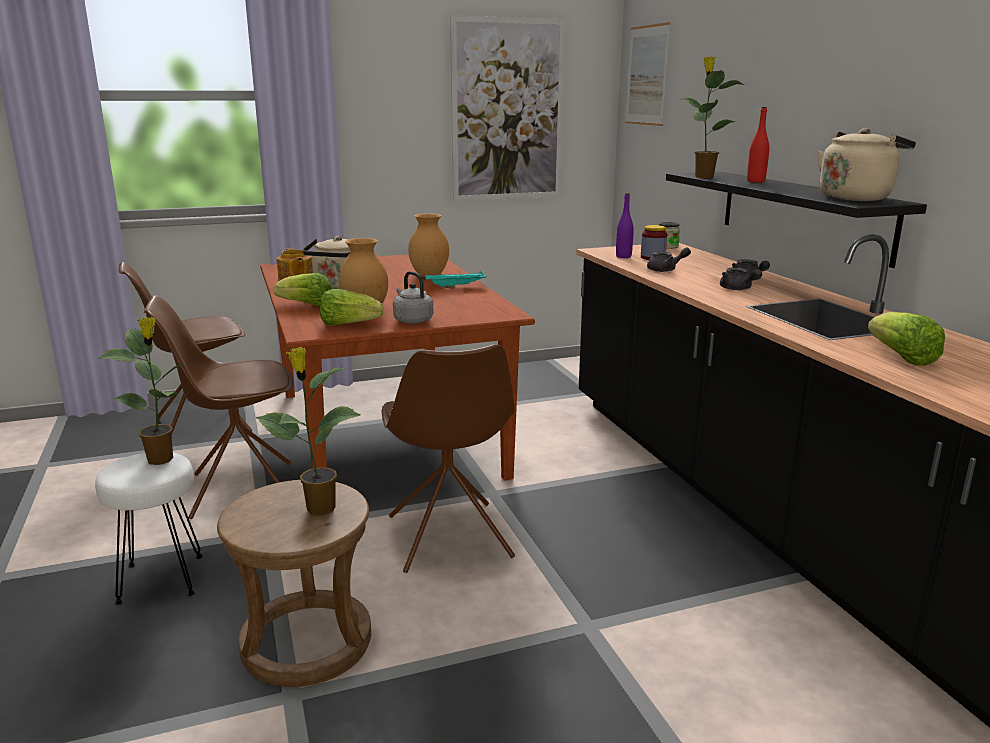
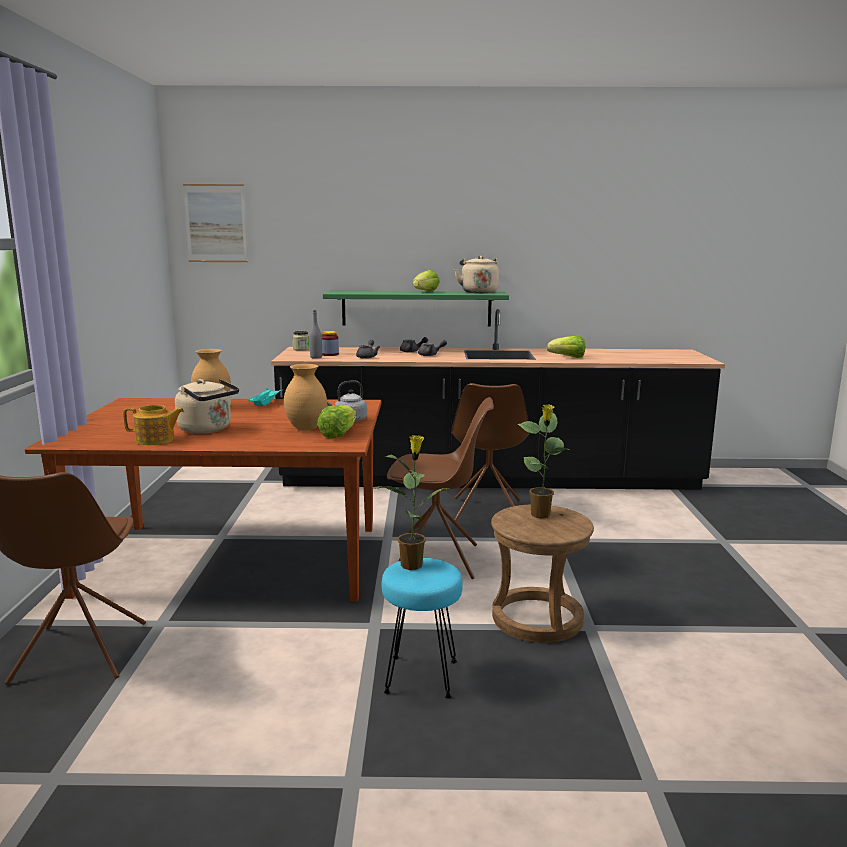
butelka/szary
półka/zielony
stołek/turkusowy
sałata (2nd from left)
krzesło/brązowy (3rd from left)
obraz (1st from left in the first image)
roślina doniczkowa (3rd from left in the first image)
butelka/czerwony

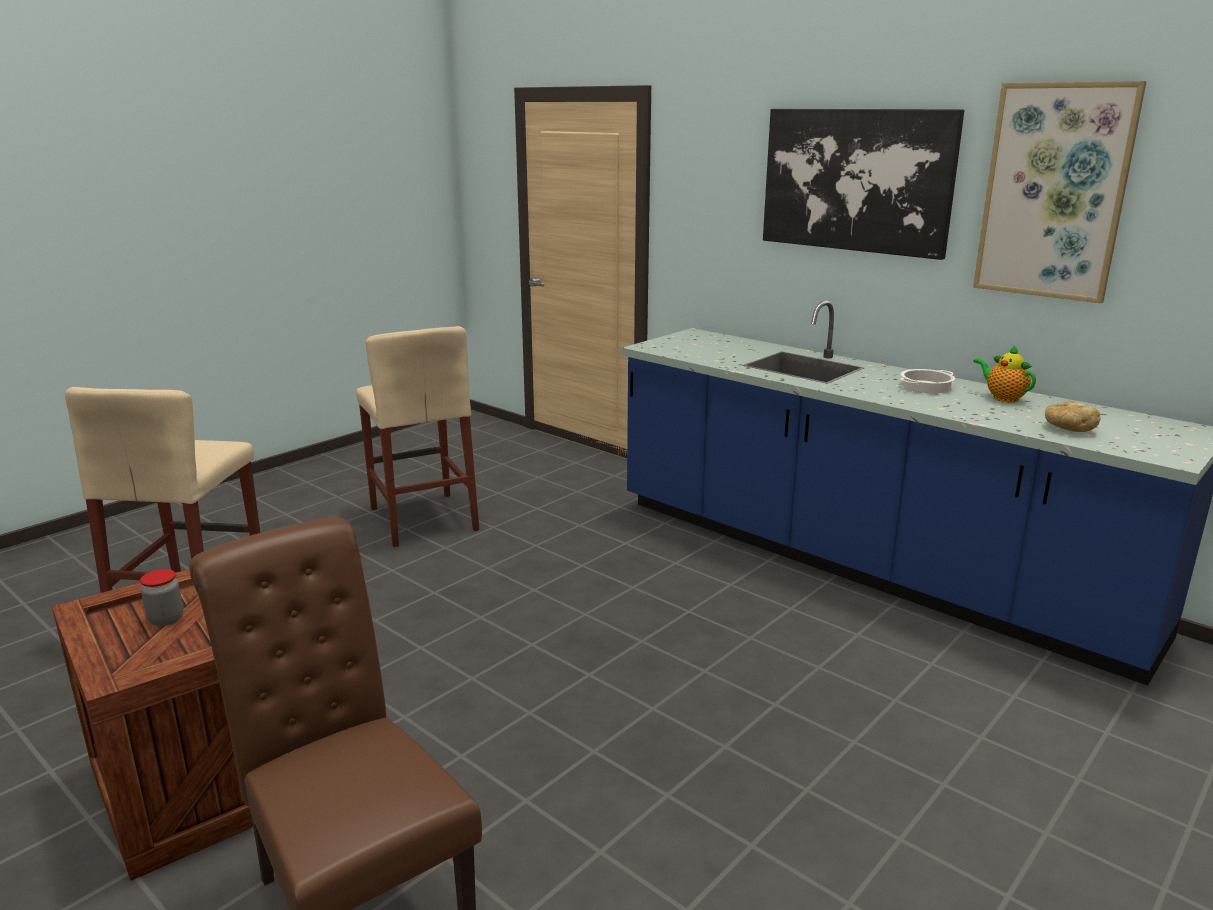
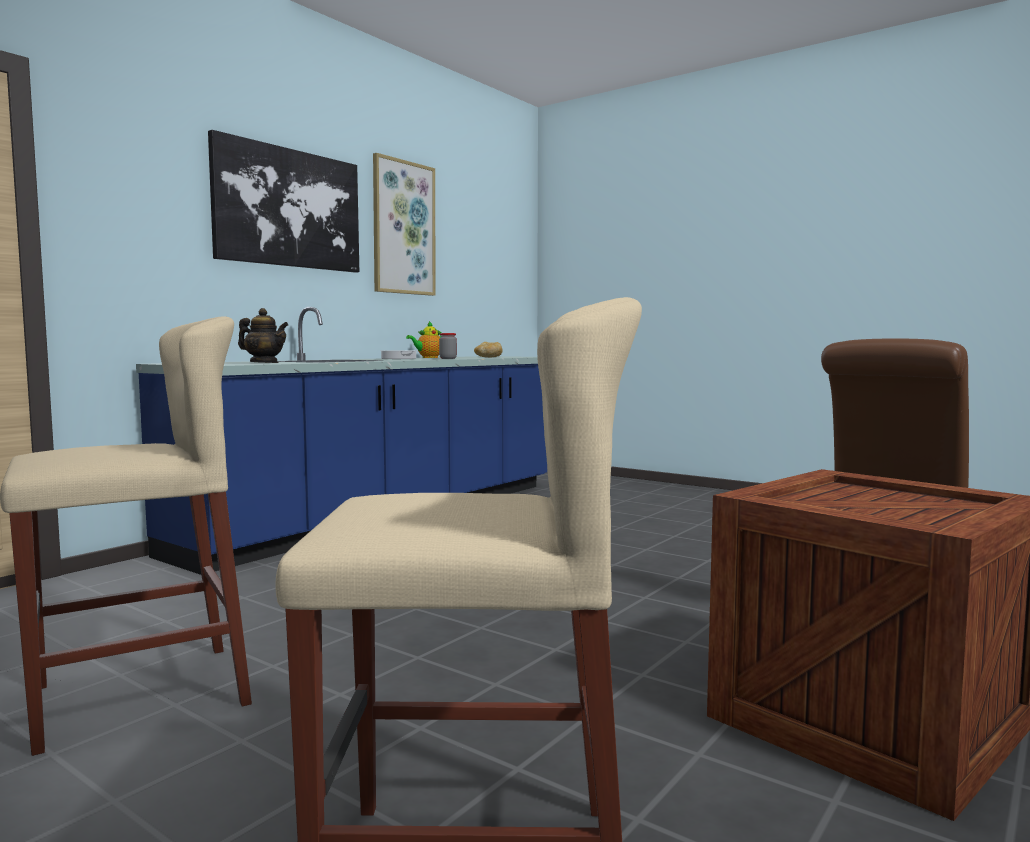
imbryk (1st from left)
słoik

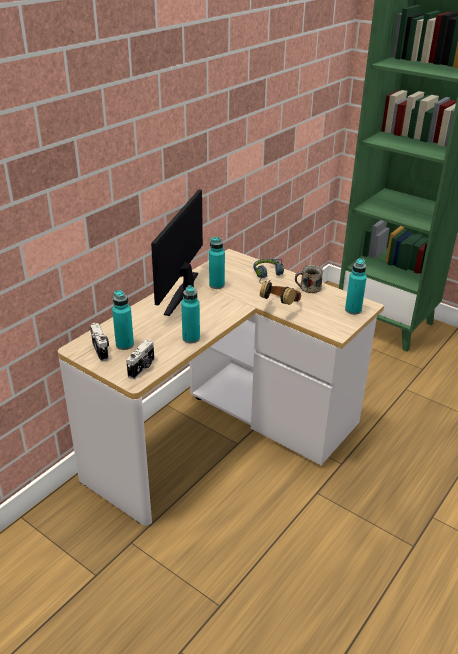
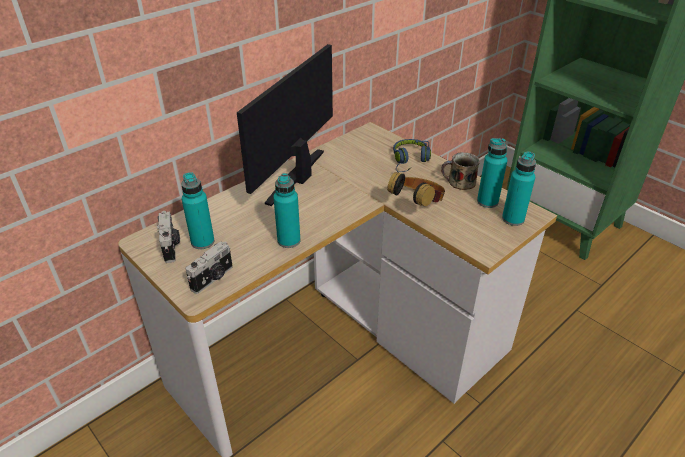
butelka/turkusowy (3rd from left)

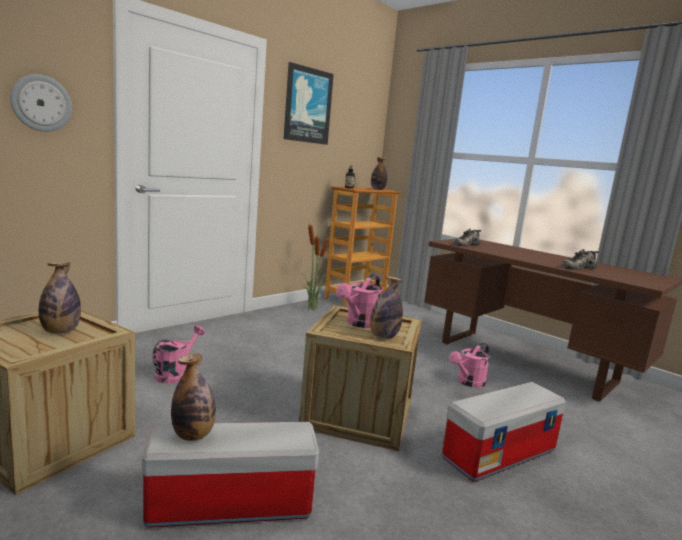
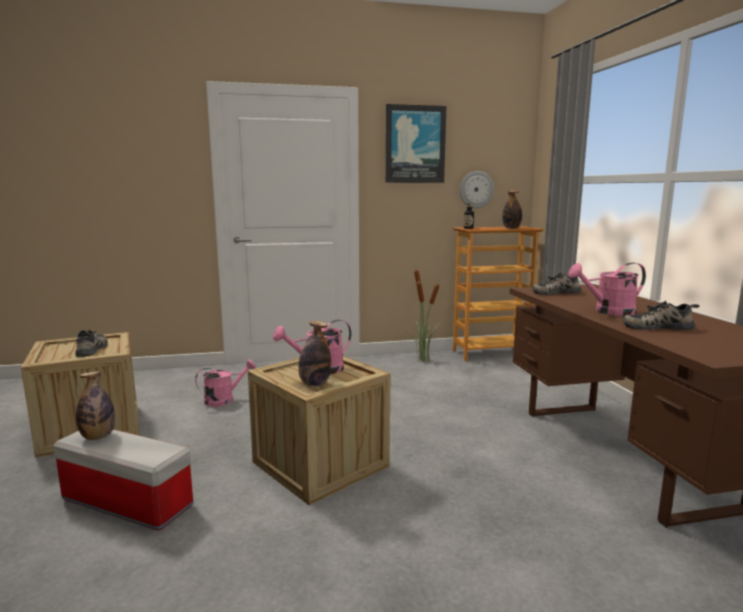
but (1st from left)
zegar ścienny
konewka/różowy (3rd from left)
pojemnik do przechowywania (2nd from left in the first image)

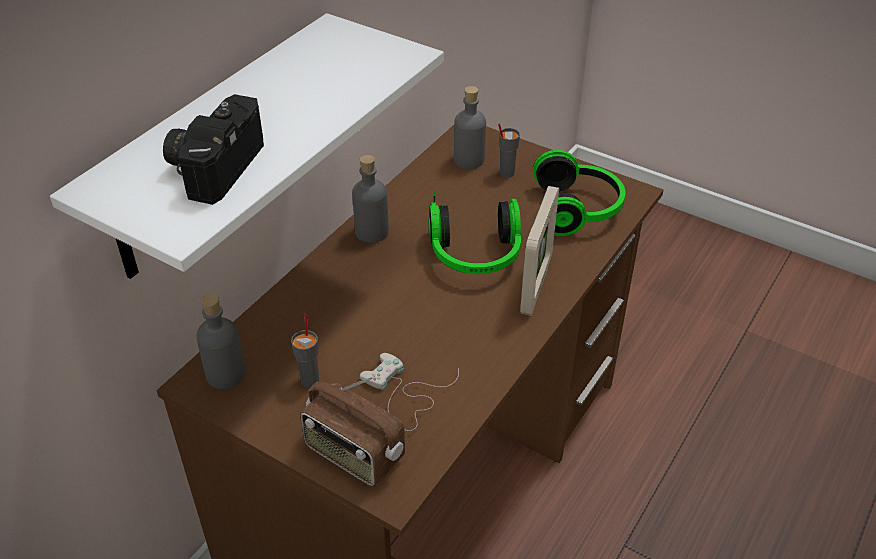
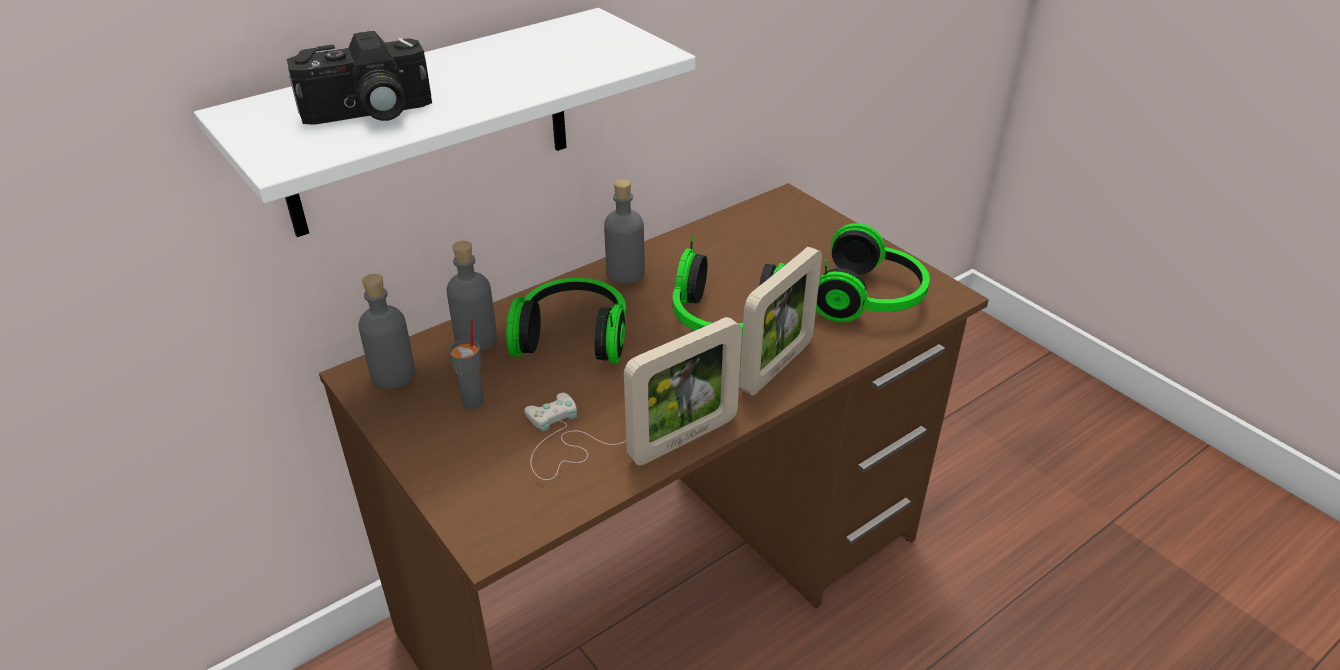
aparat fotograficzny
butelka/szary (2nd from left)
słuchawki (1st from left)
ramka na zdjęcie (1st from left)
radio
filiżanka/szary (2nd from left in the first image)

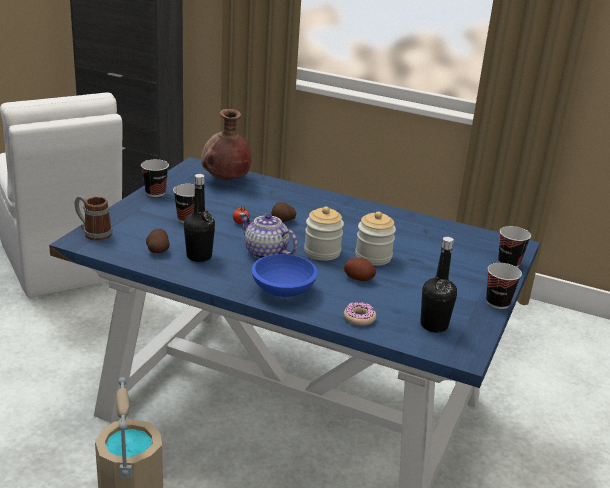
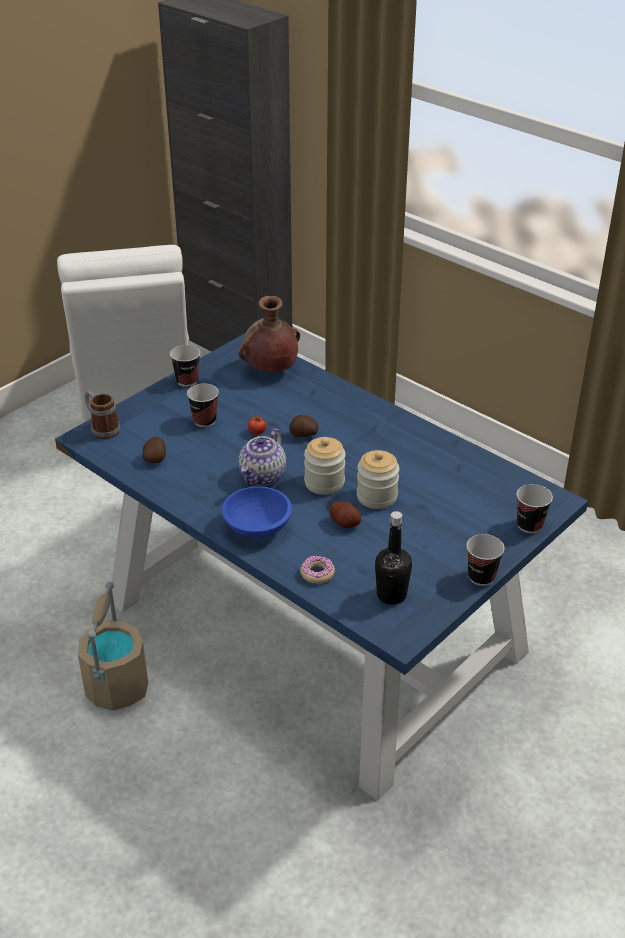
imbryk
butelka/czarny (1st from left in the first image)

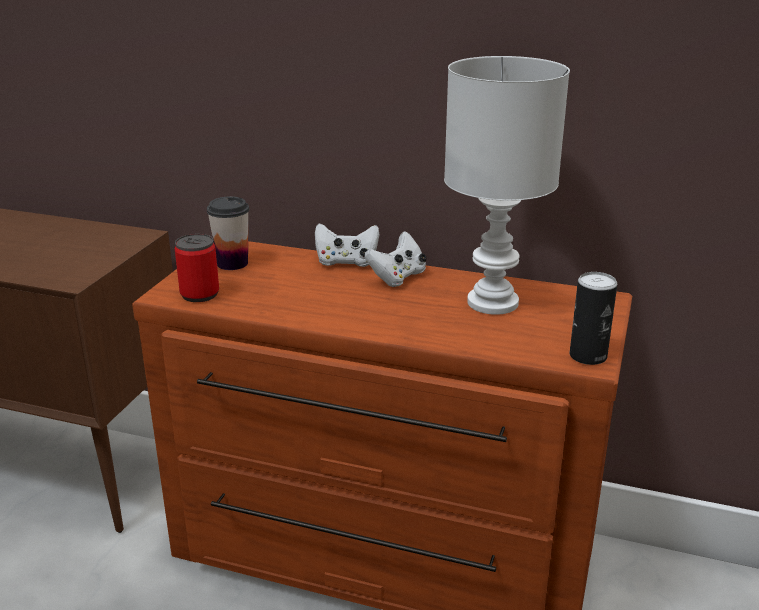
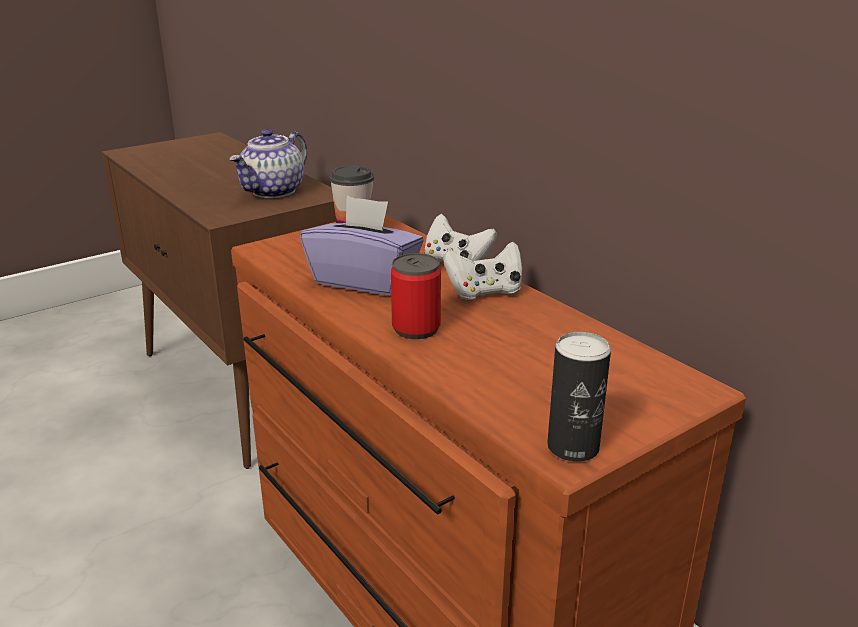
imbryk
pudełko chusteczek/fioletowy
puszka (1st from left)
lampa stołowa/biały

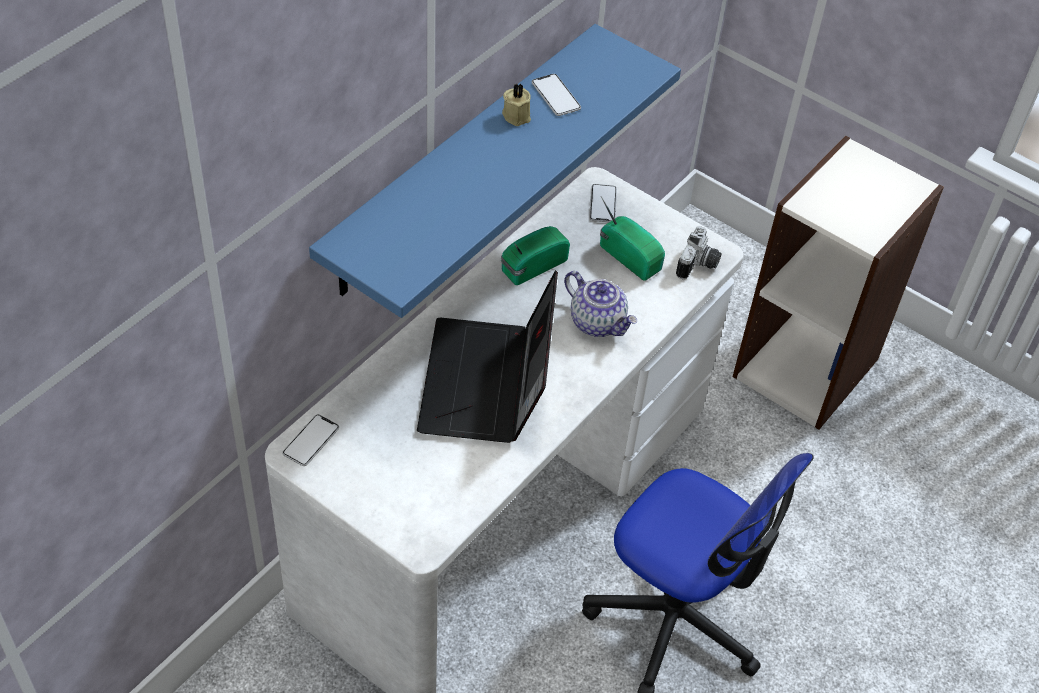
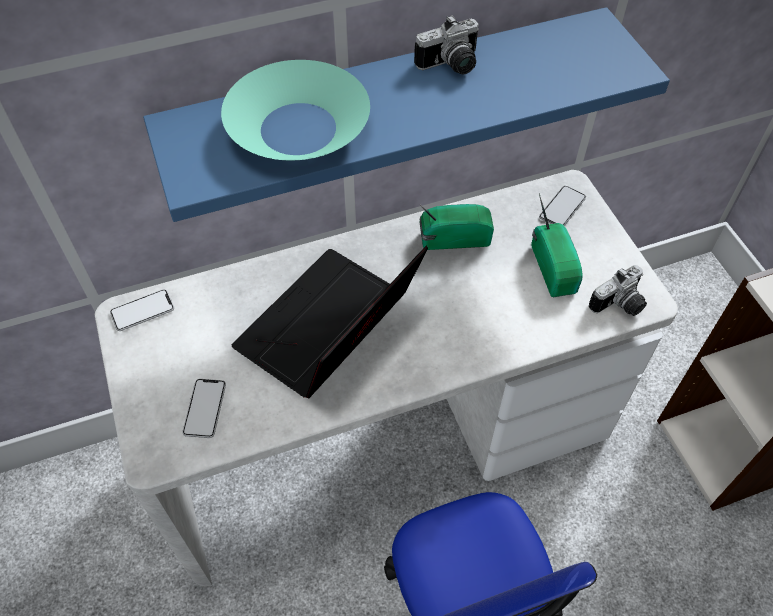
telefon (2nd from left)
miska/turkusowy
aparat fotograficzny (1st from left)
imbryk

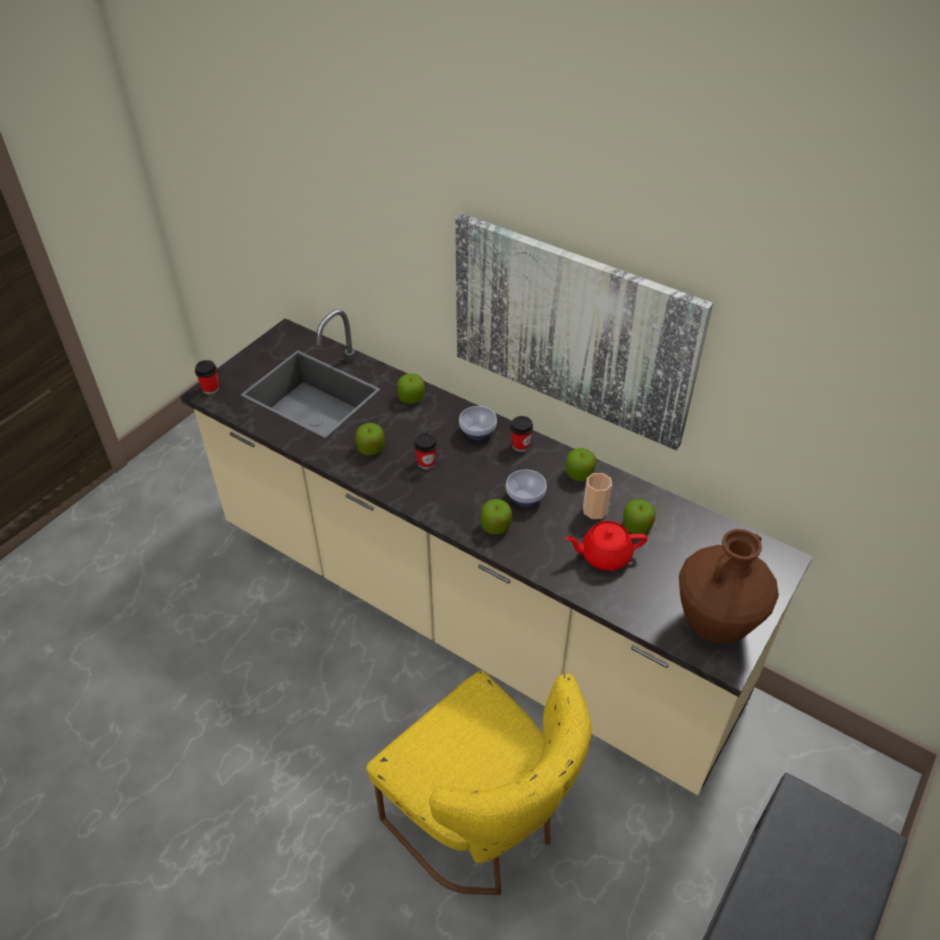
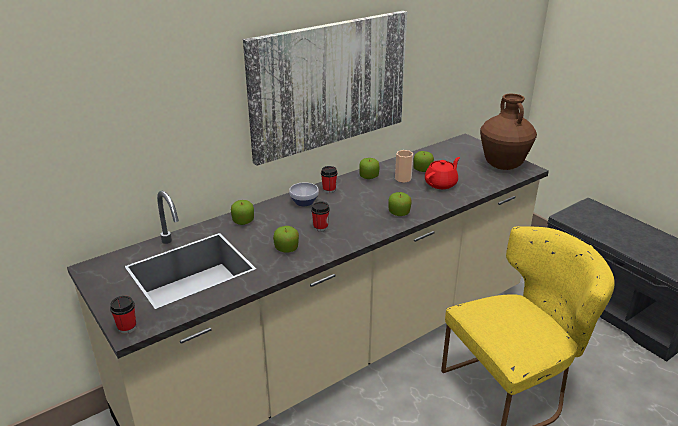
imbryk/czerwony
miska (2nd from left in the first image)

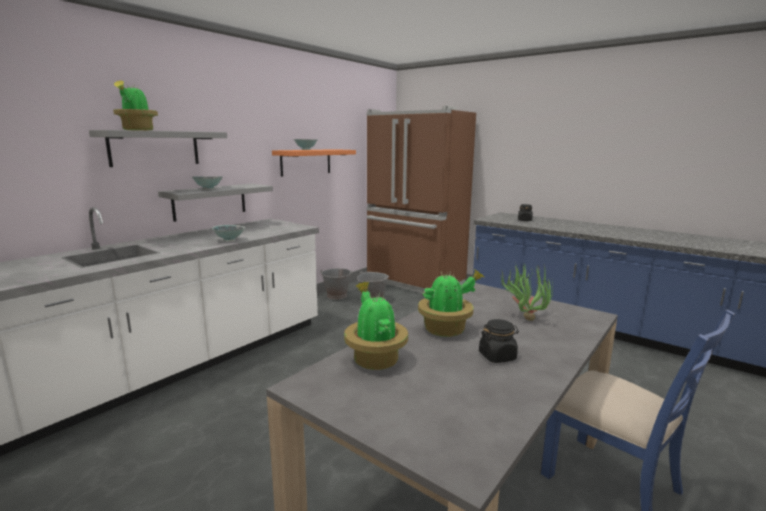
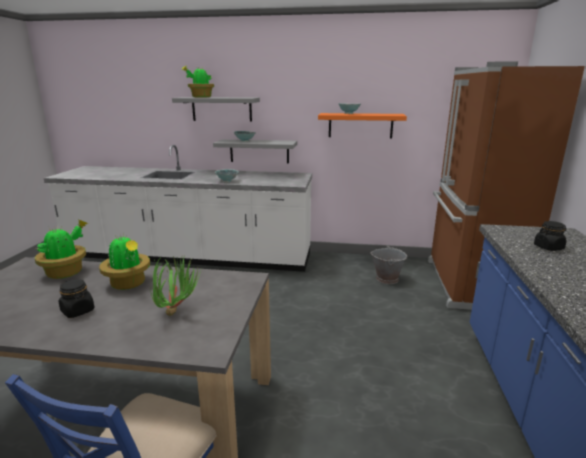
wiadro/szary (1st from left in the first image)

